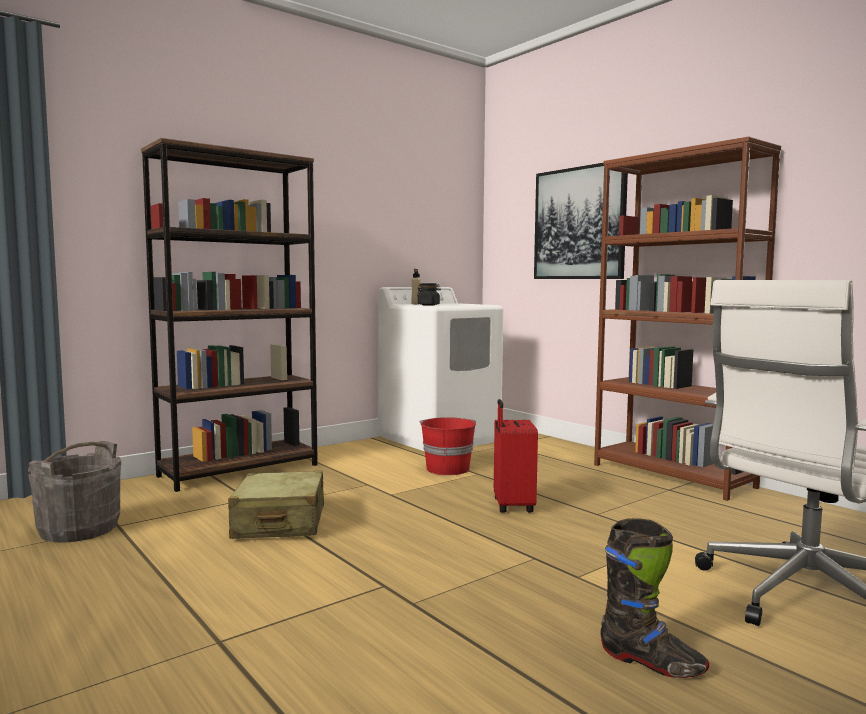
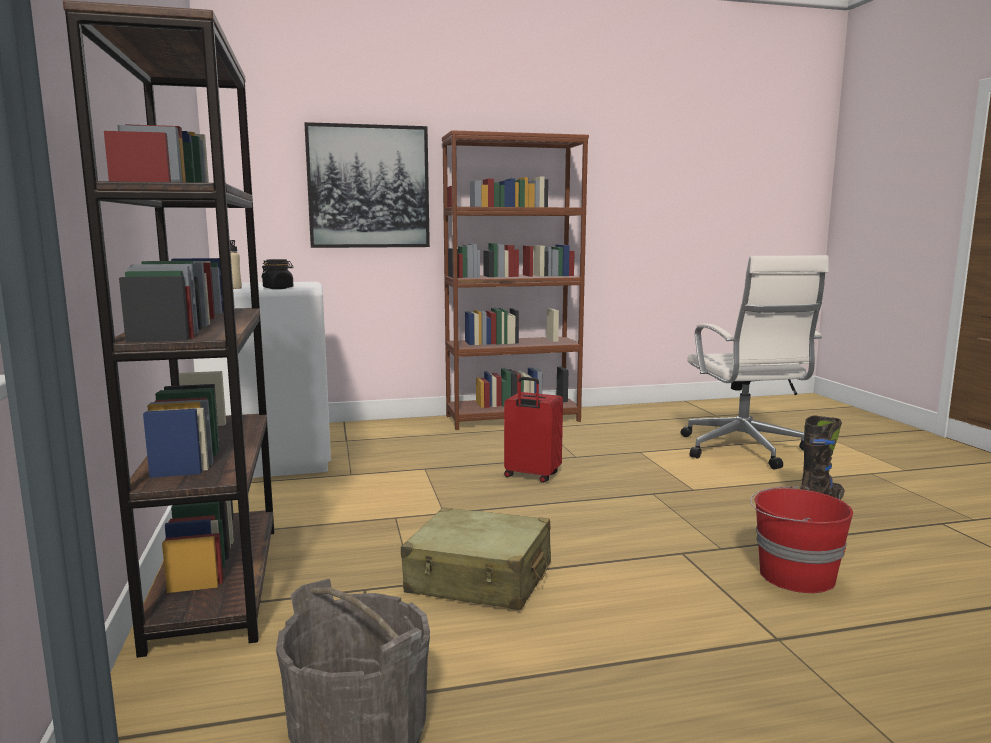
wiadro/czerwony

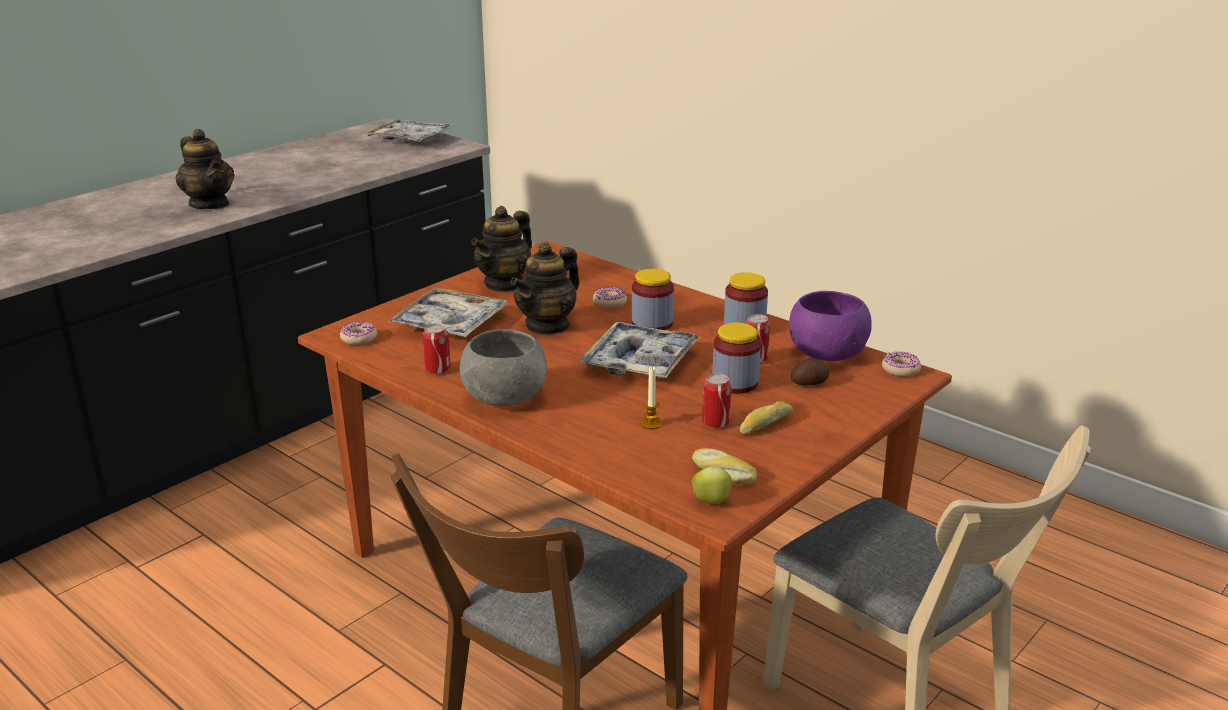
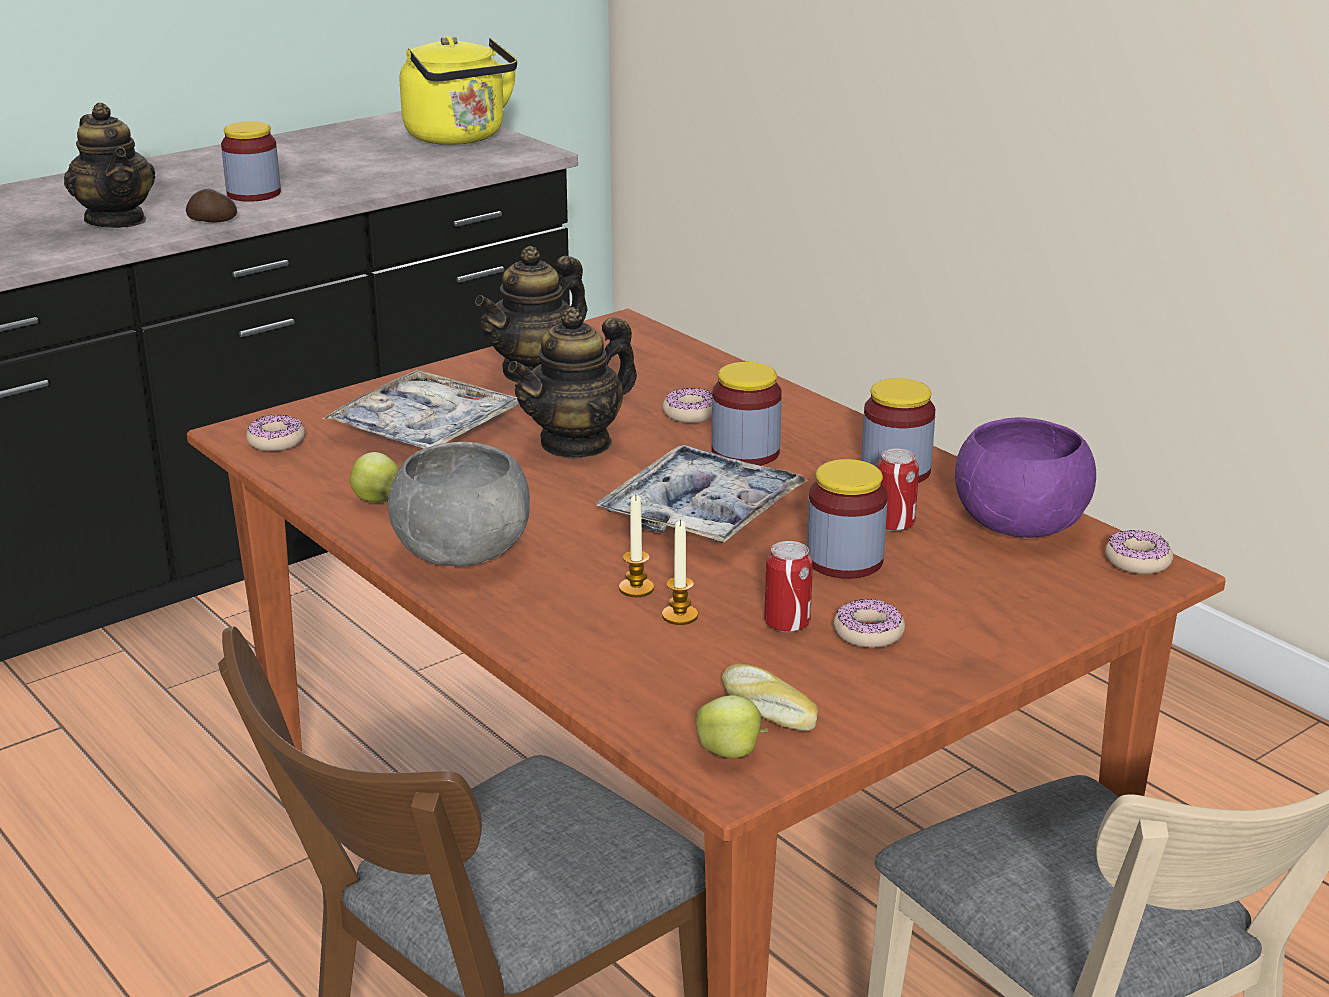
ziemniak
słoik (1st from left)
jabłko (1st from left)
czajnik/żółty
świeca (1st from left)
donut (3rd from left)

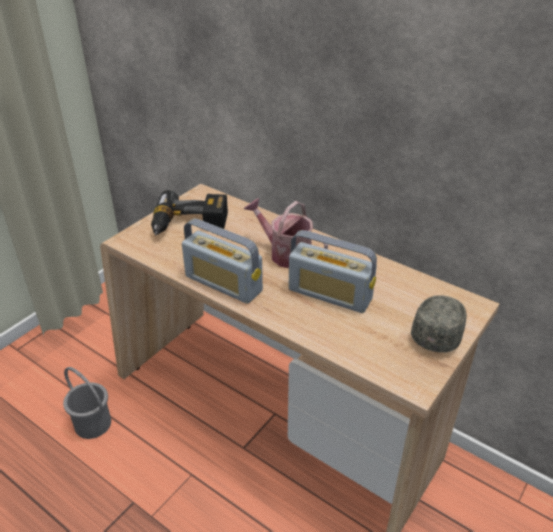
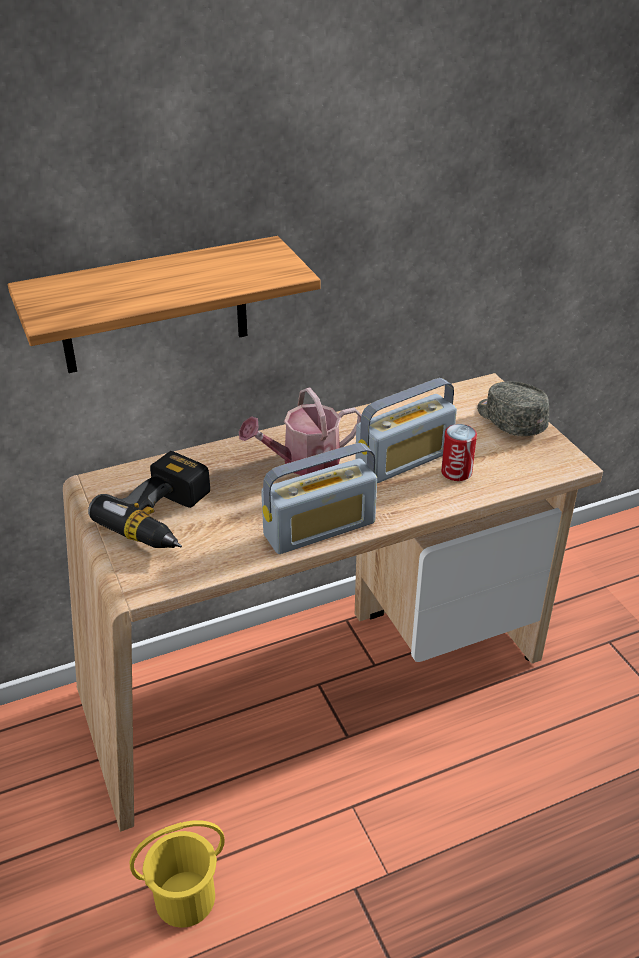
półka
wiadro/żółty
puszka

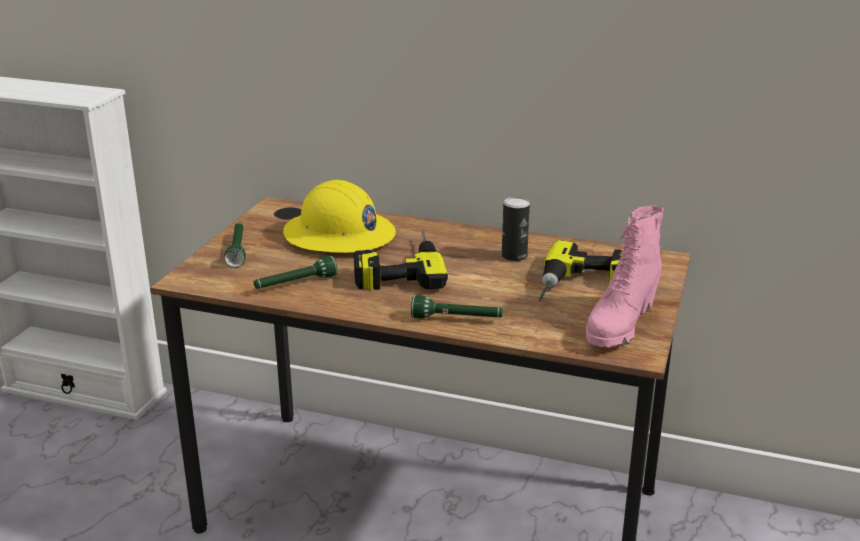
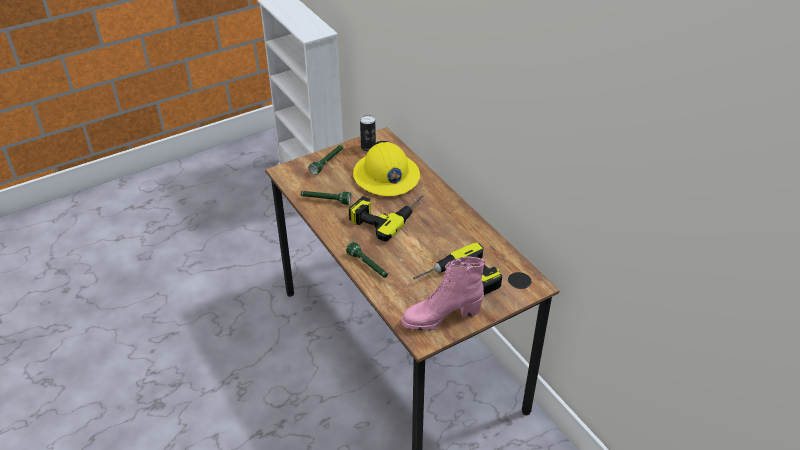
puszka

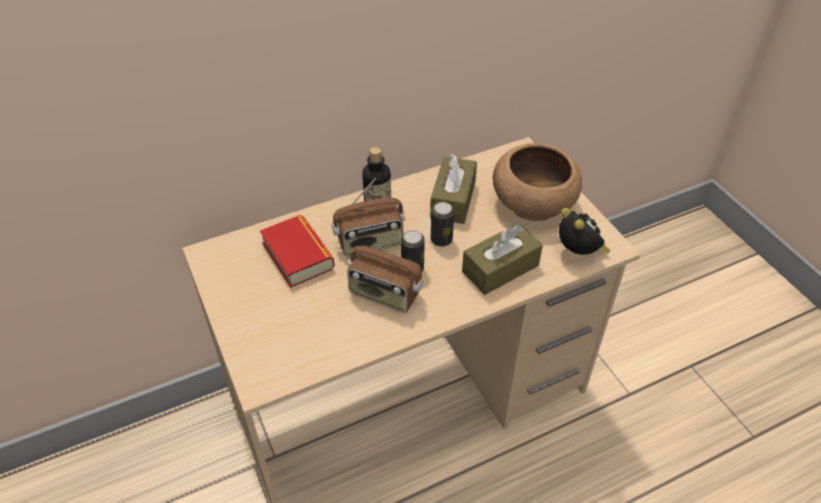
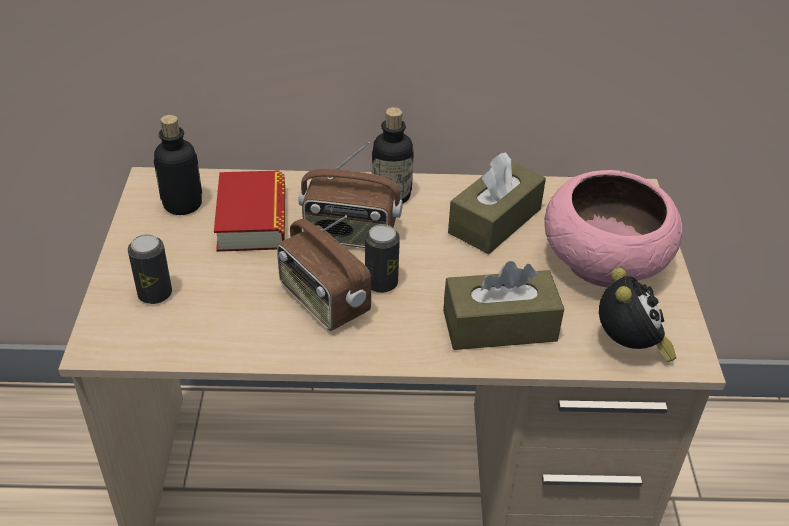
puszka (1st from left)
butelka (1st from left)
miska/różowy

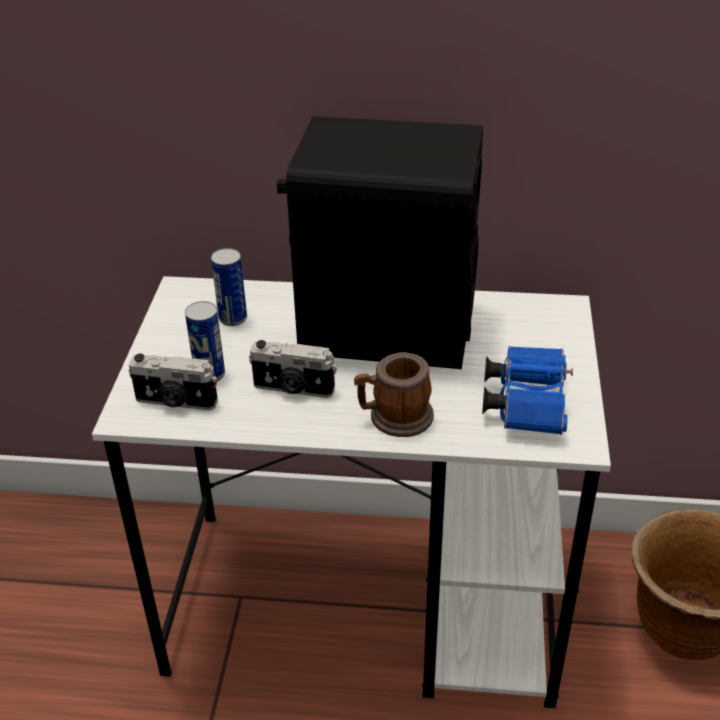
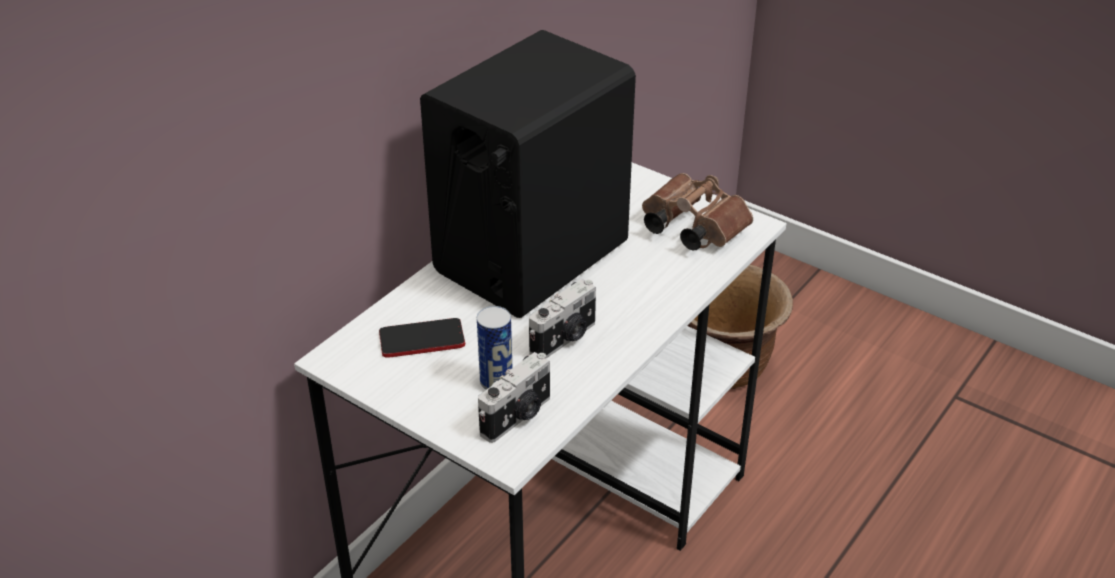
telefon
lornetka/brązowy
kubek

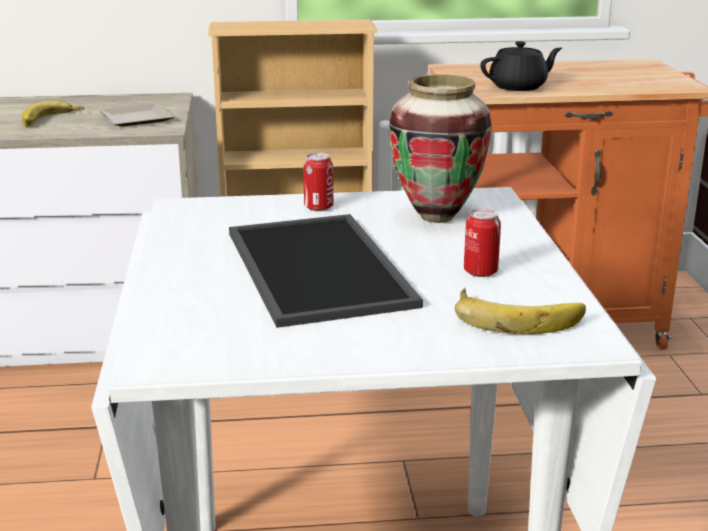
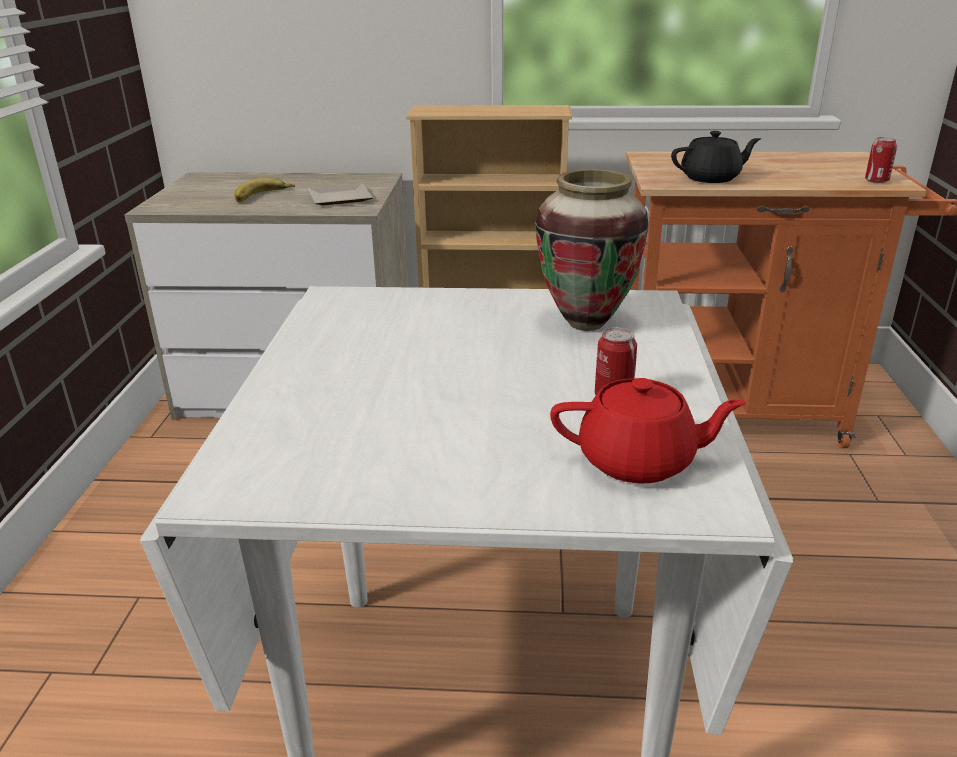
imbryk/czerwony
puszka (2nd from left)
taca

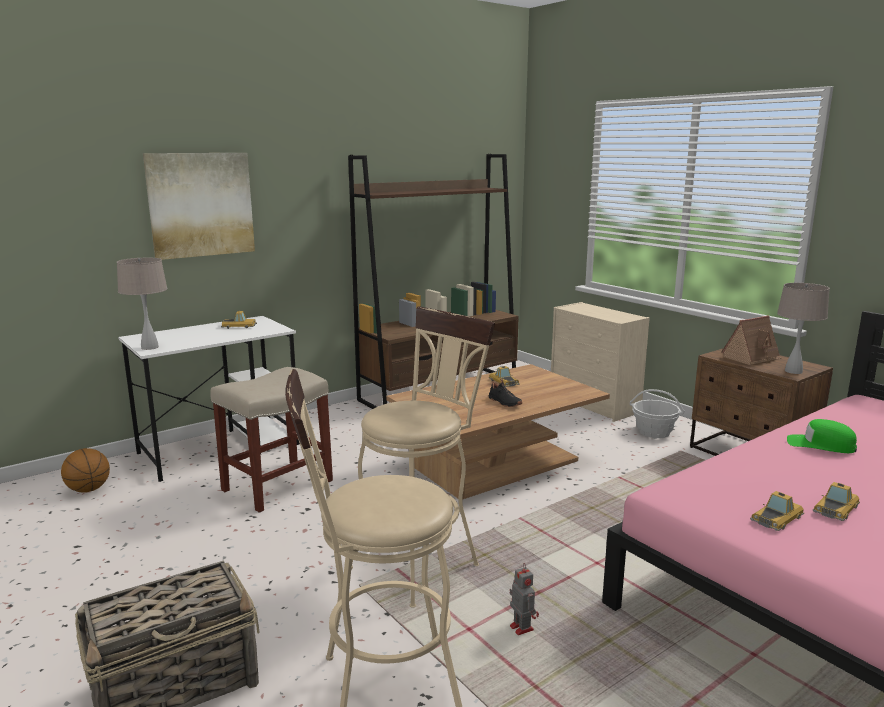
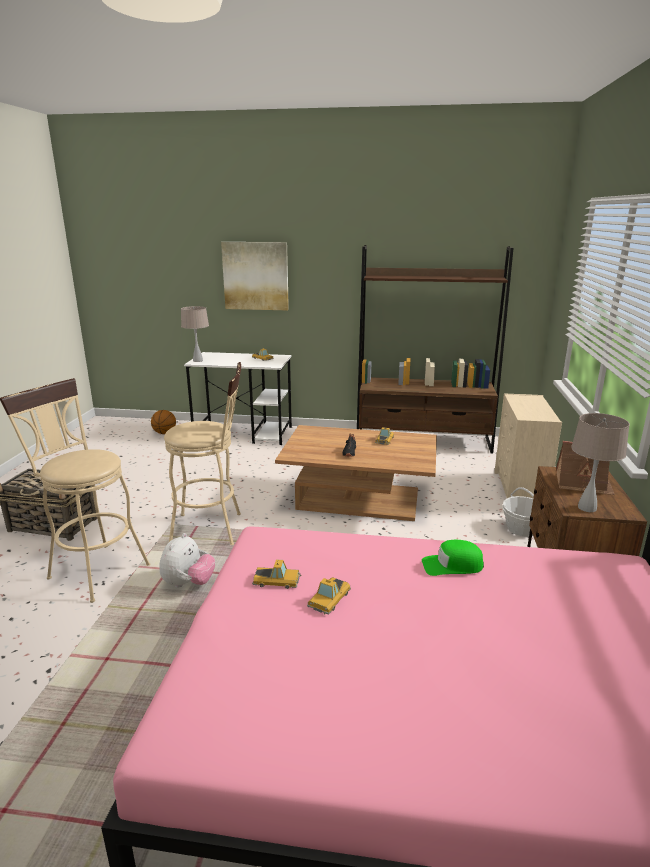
pluszak
samochodzik (3rd from left)
czapka z daszkiem/zielony
stołek/beżowy (1st from left in the first image)

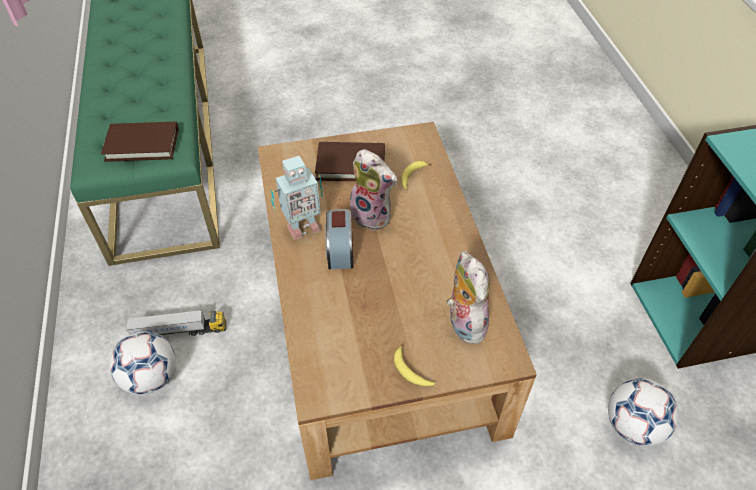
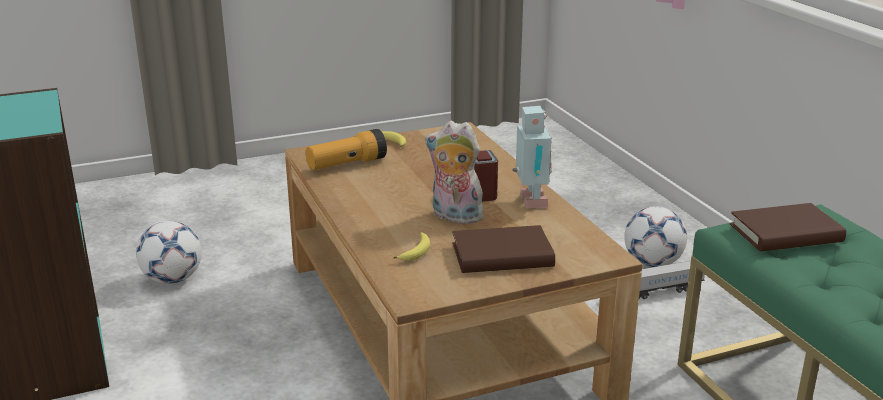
latarka
robot zabawkowy

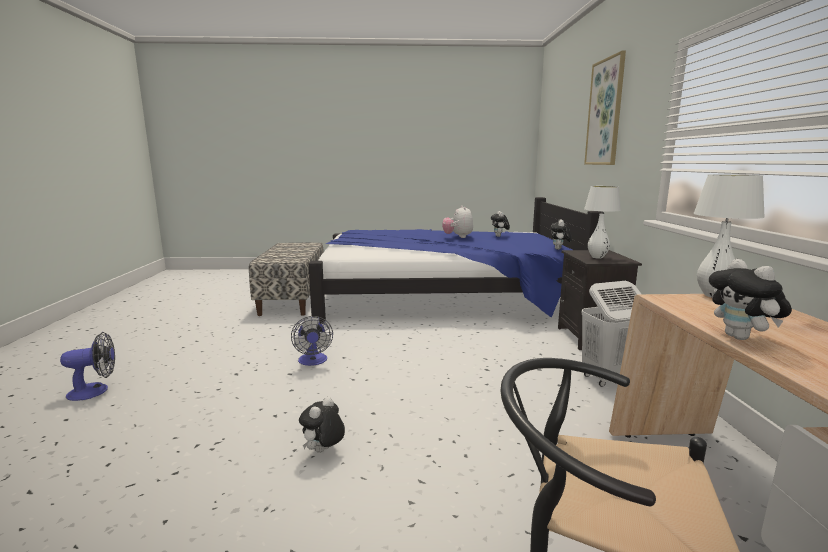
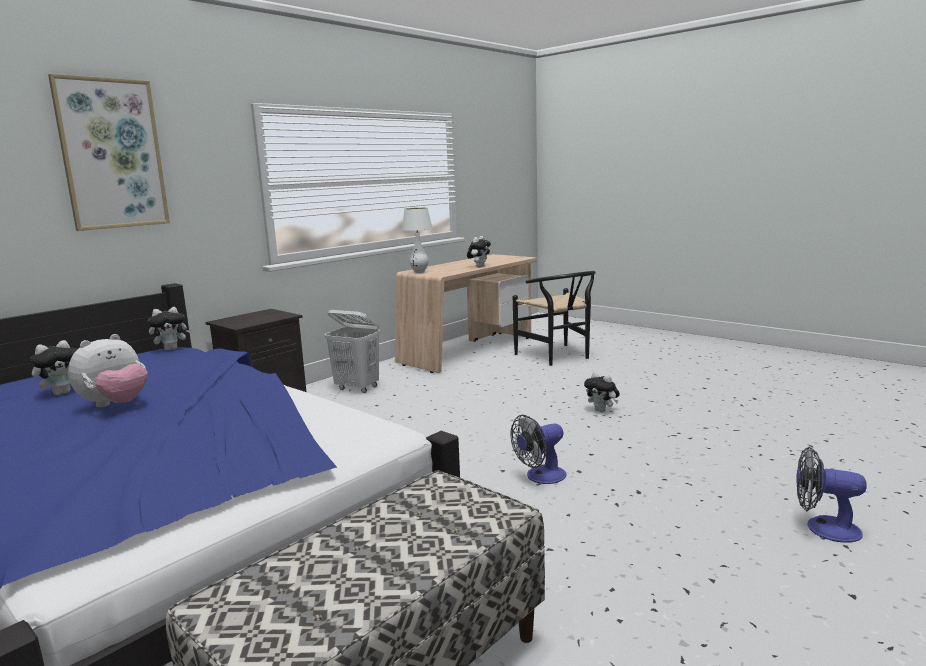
wentylator (1st from left)
pluszak (5th from left)
lampa stołowa/biały (1st from left in the first image)

